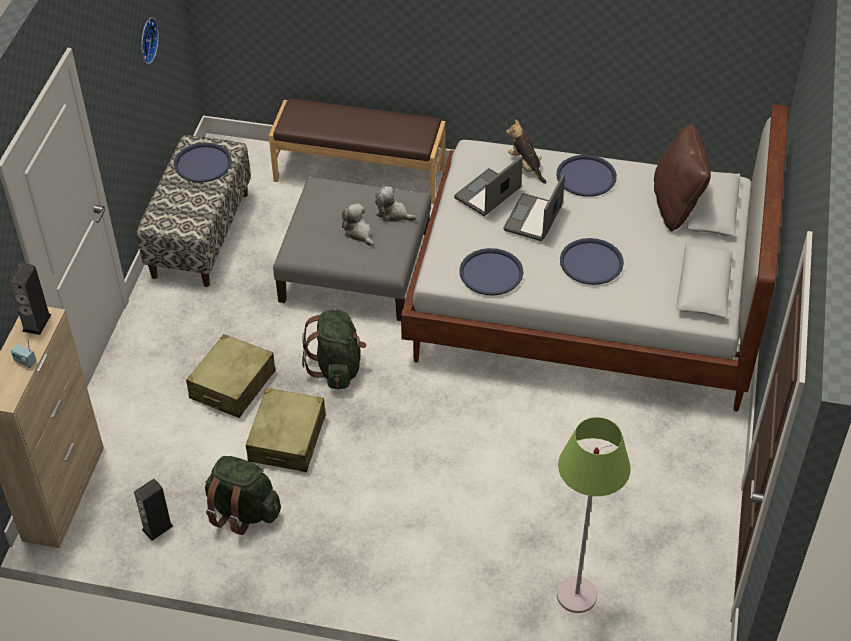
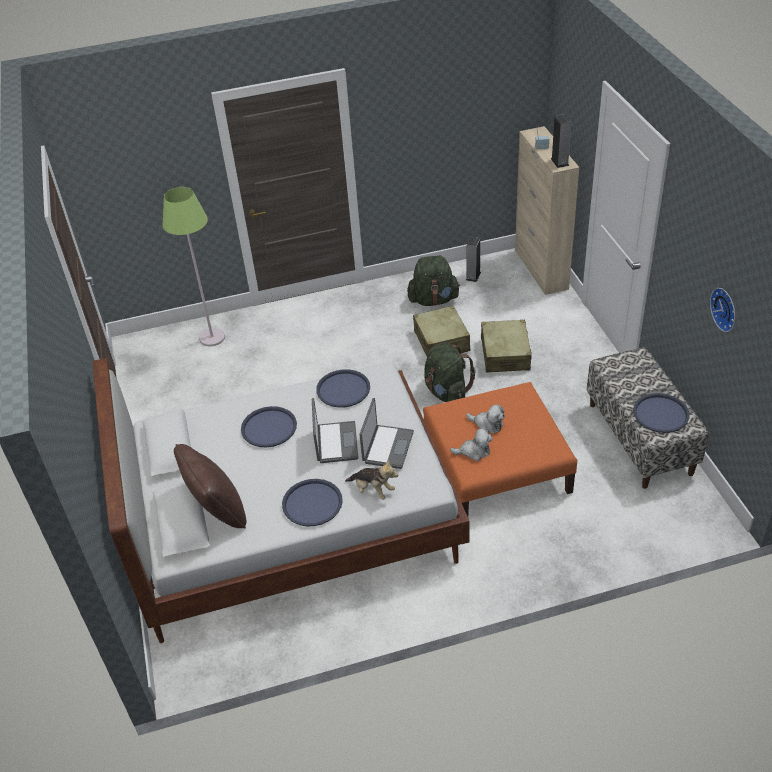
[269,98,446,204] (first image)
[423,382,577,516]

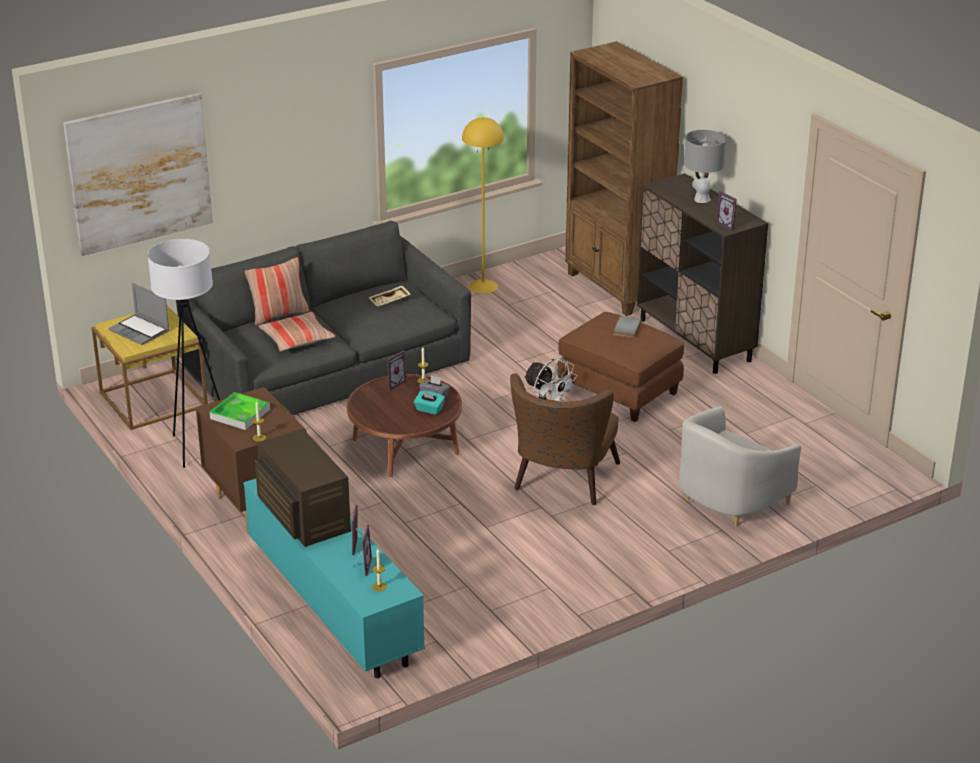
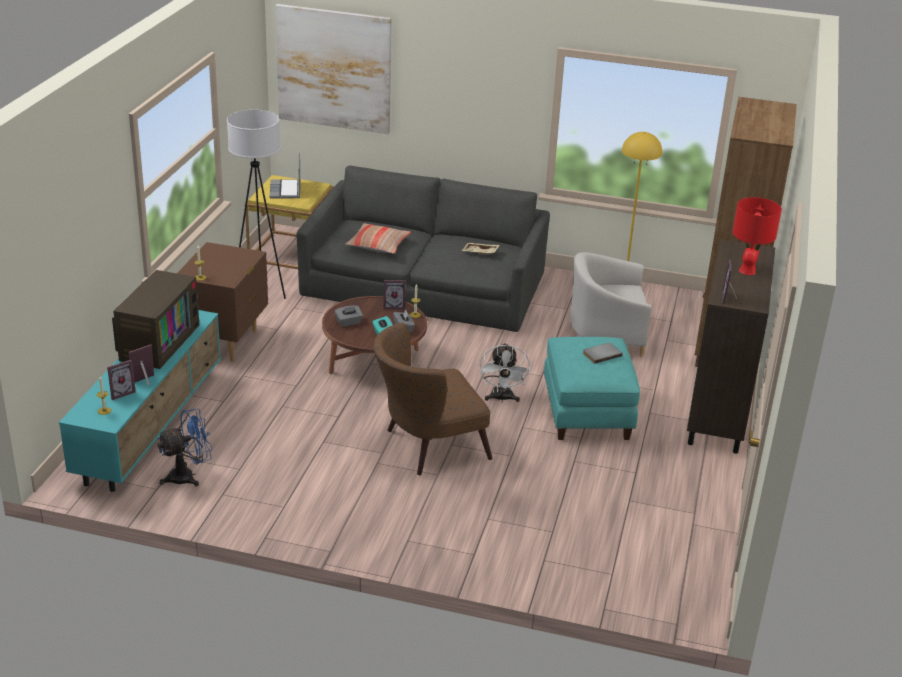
[209,392,270,430] (first image)
[245,257,309,325] (first image)
[544,337,640,440]
[570,252,652,357]
[733,197,782,275]
[157,409,212,486]
[335,305,363,327]

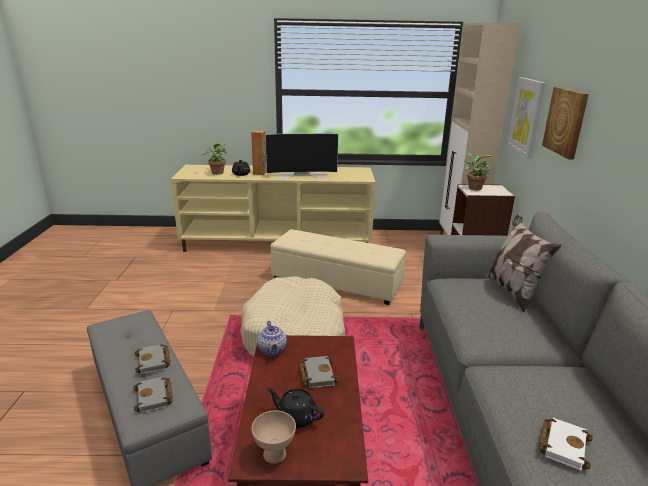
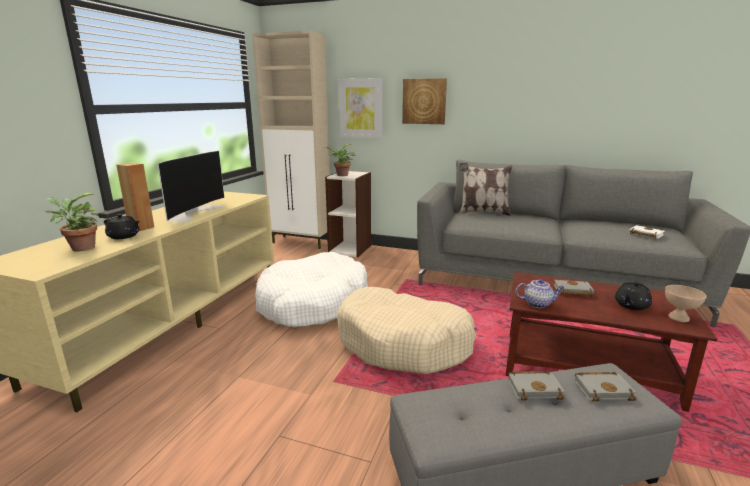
[255,252,368,327]

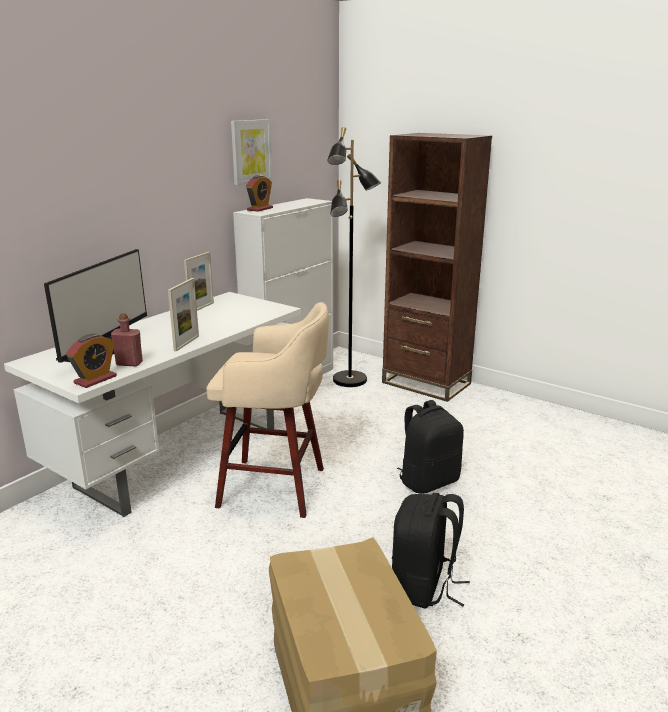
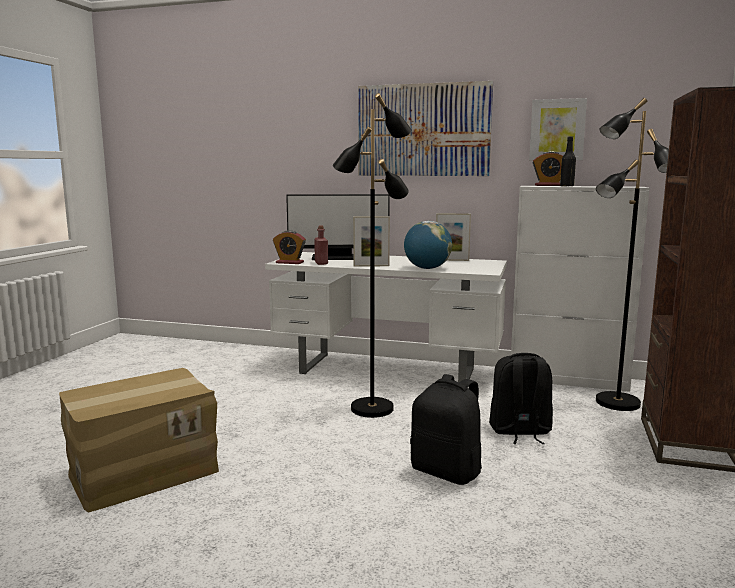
[333,93,412,418]
[489,353,553,444]
[358,81,493,176]
[404,221,452,269]
[560,136,576,186]

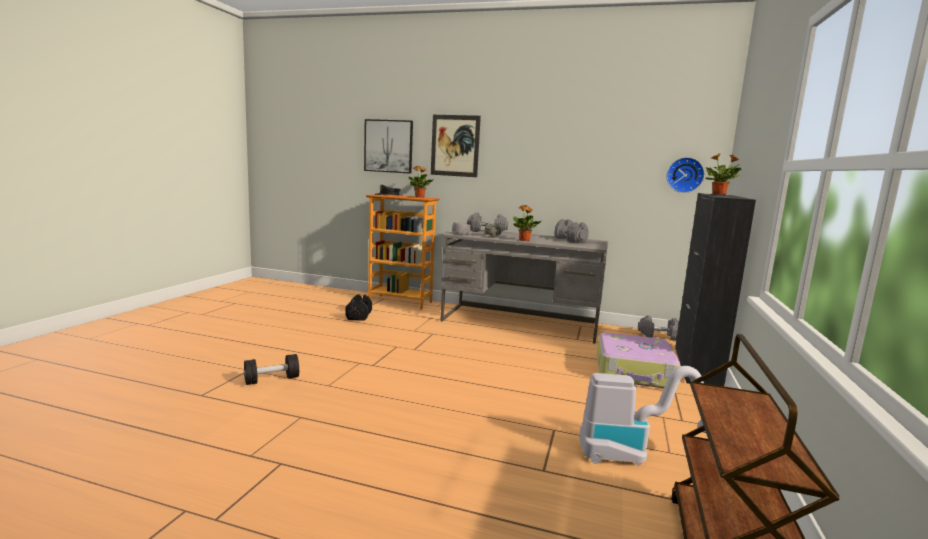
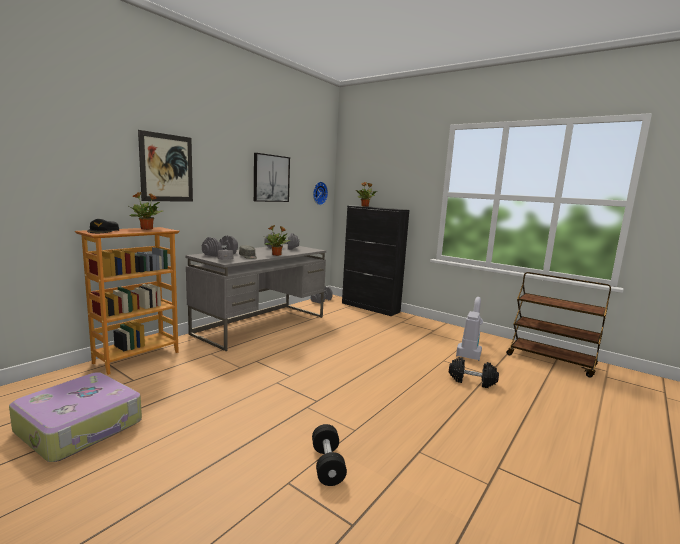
[449,357,499,388]
[254,153,290,202]
[9,372,142,462]

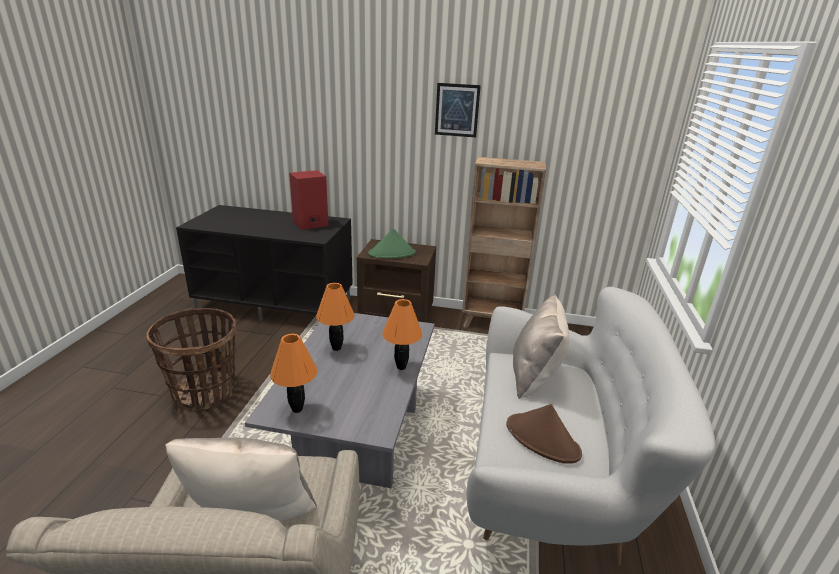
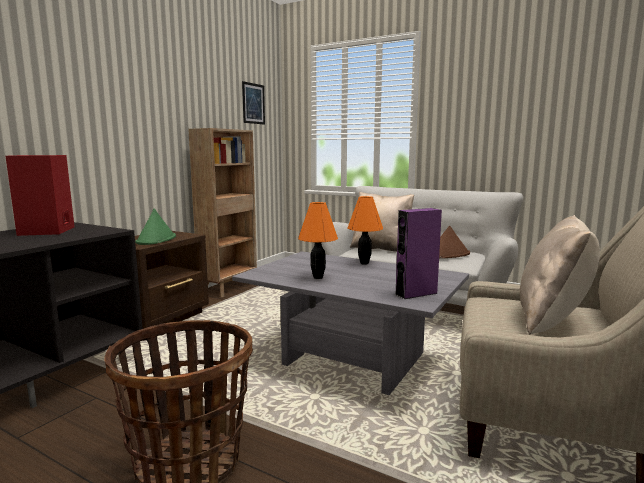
[395,208,442,299]
[242,81,265,124]

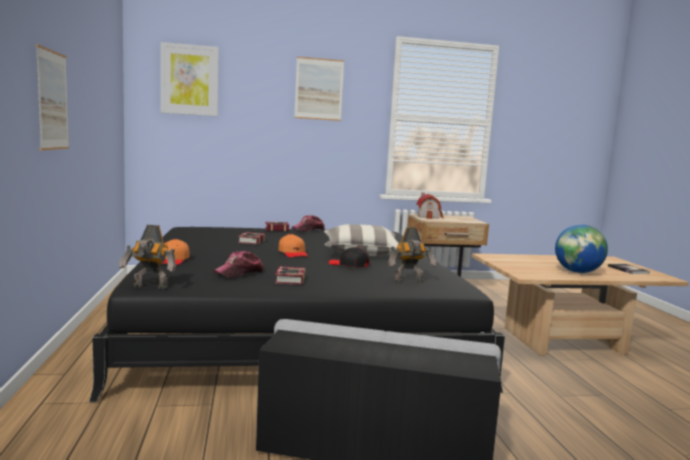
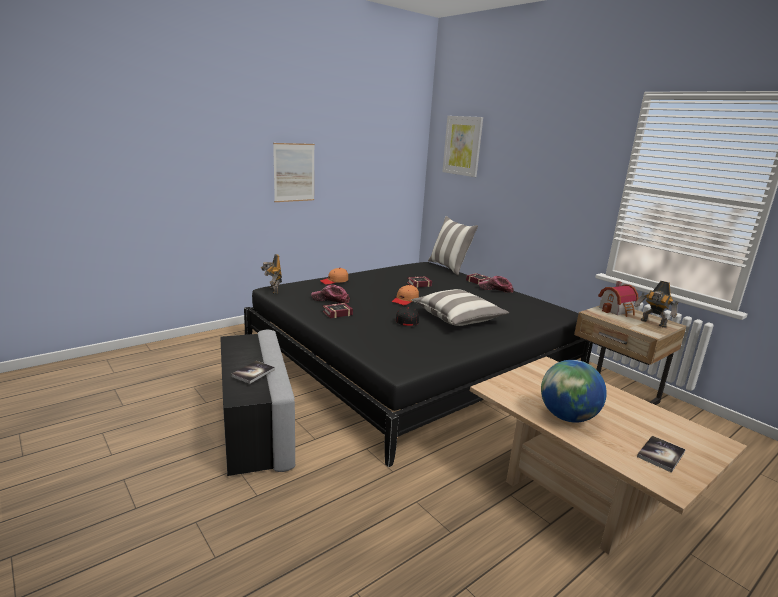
[294,57,344,121] (first image)
[635,281,679,328]
[231,361,275,384]
[428,216,478,275]

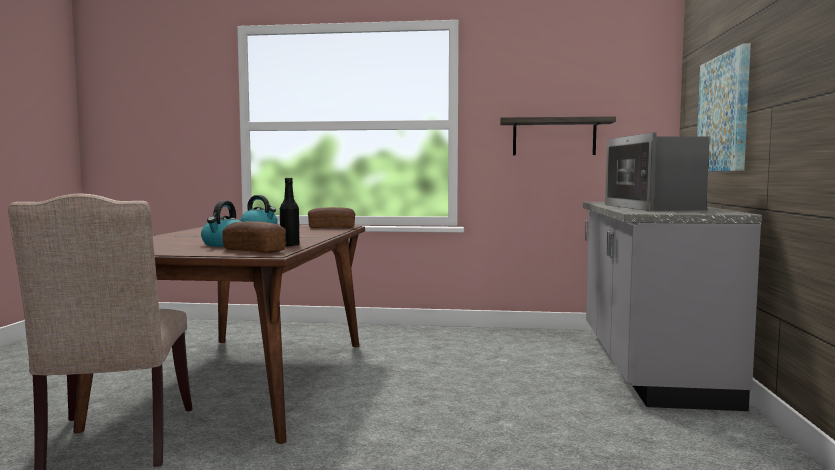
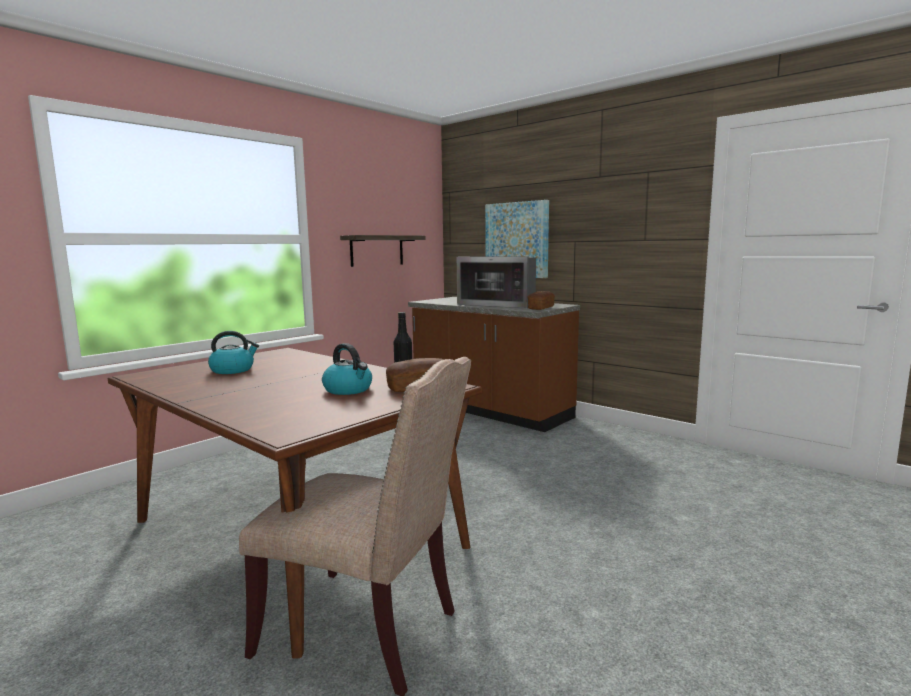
[527,291,555,310]
[408,297,580,432]

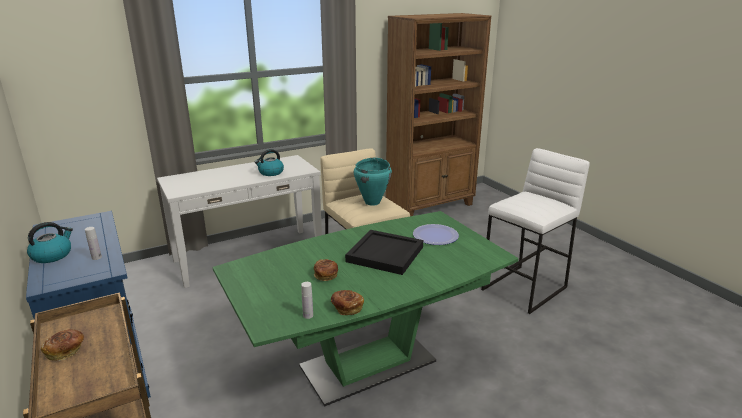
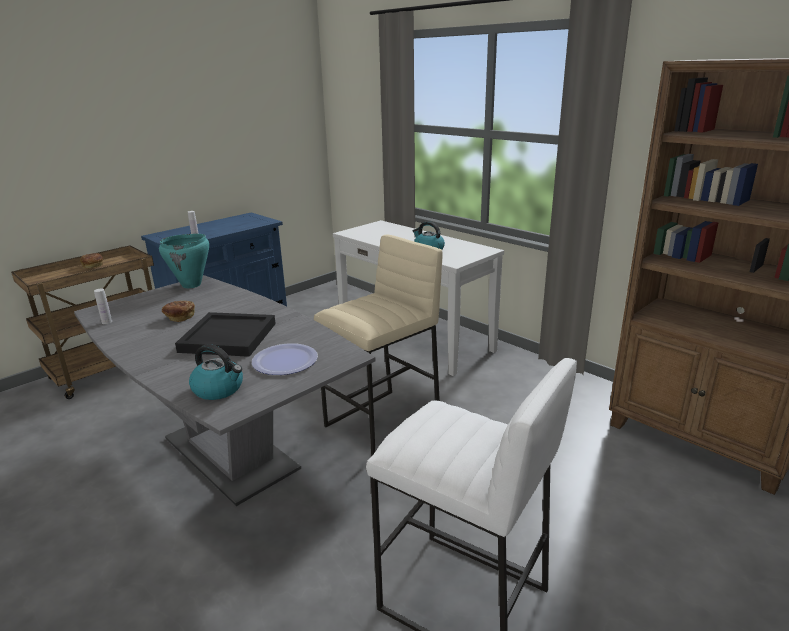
[189,344,243,400]
[74,275,376,506]
[331,290,364,315] (first image)
[159,234,209,288]

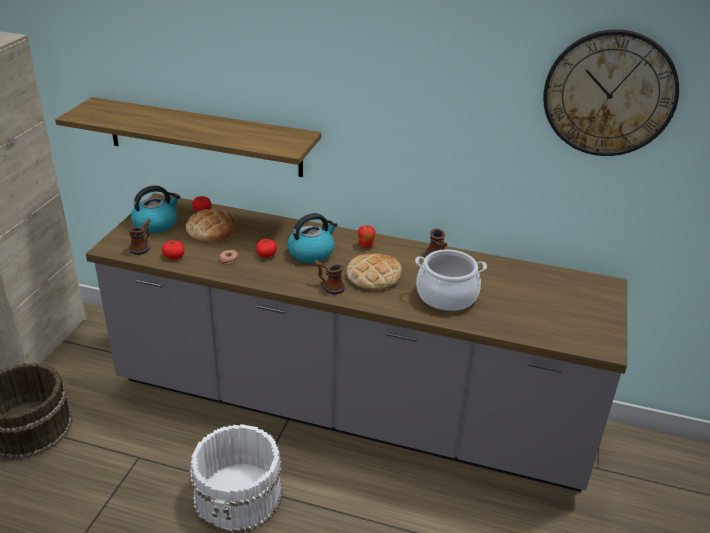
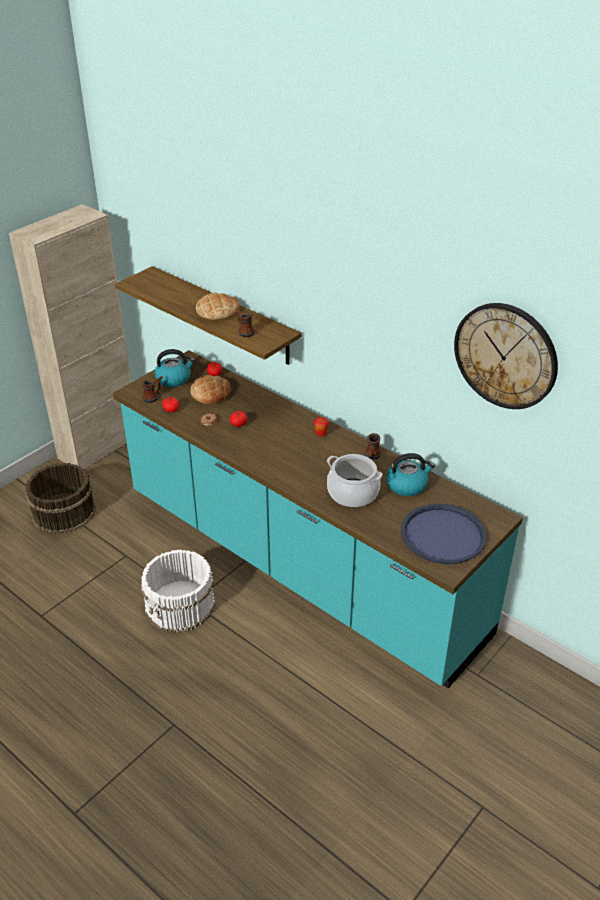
[113,350,523,688]
[386,453,435,496]
[235,308,255,337]
[196,293,240,320]
[401,504,487,564]

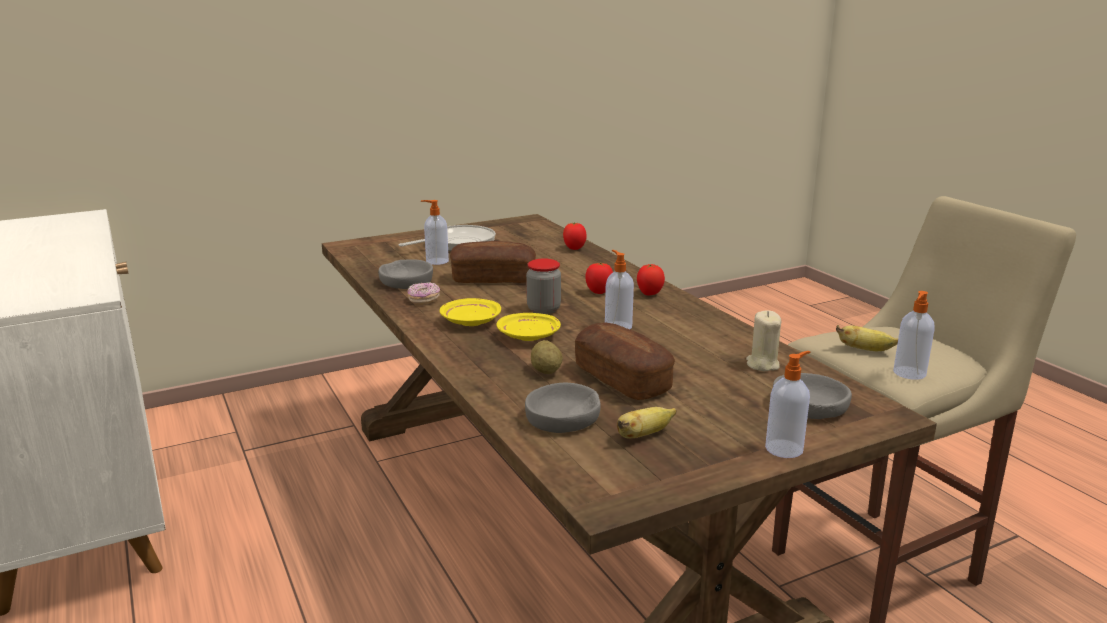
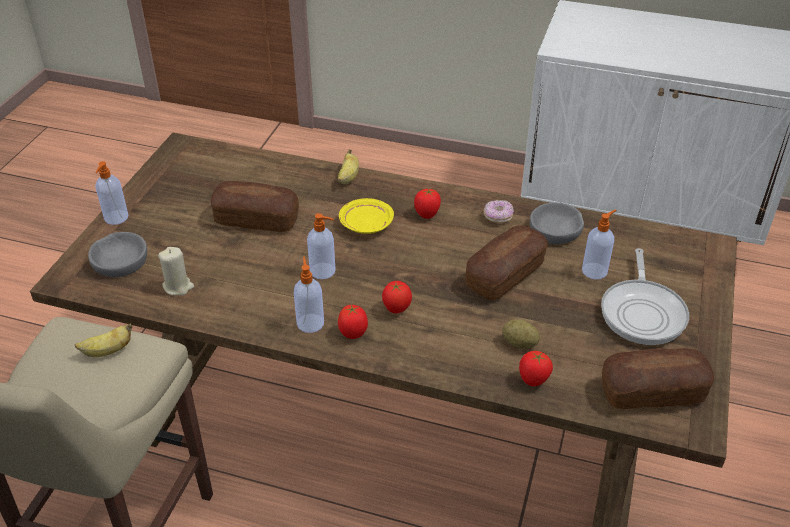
[414,189,441,219]
[525,383,601,433] (first image)
[526,258,561,314] (first image)
[502,320,540,348]
[338,149,359,184]
[294,257,324,333]
[602,348,714,409]

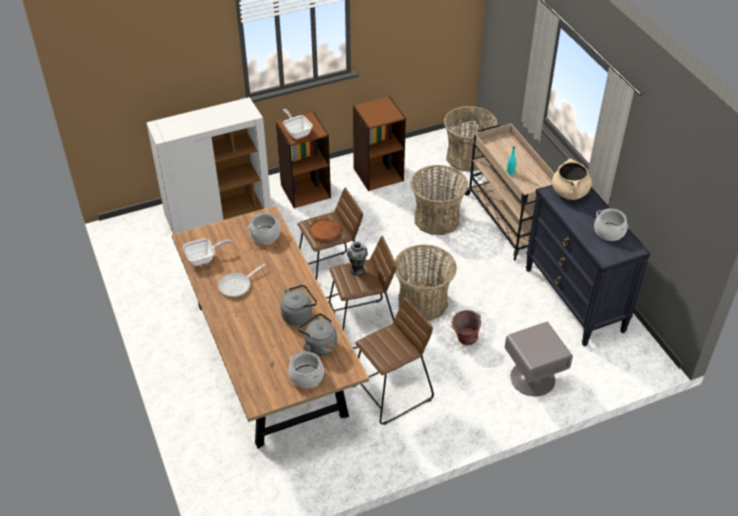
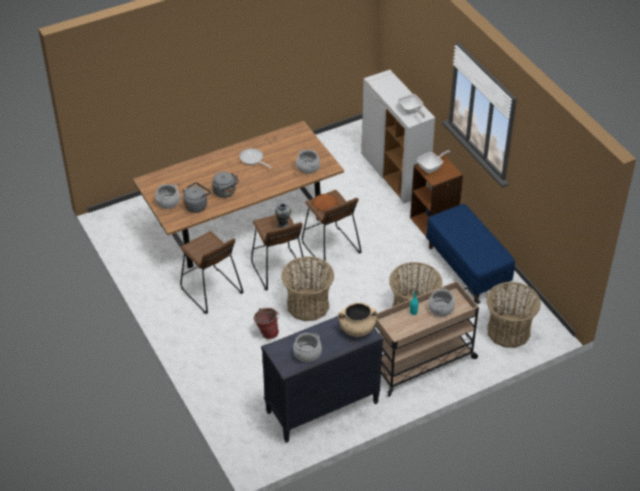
[398,94,425,118]
[426,204,515,303]
[505,322,573,396] (first image)
[428,288,455,317]

